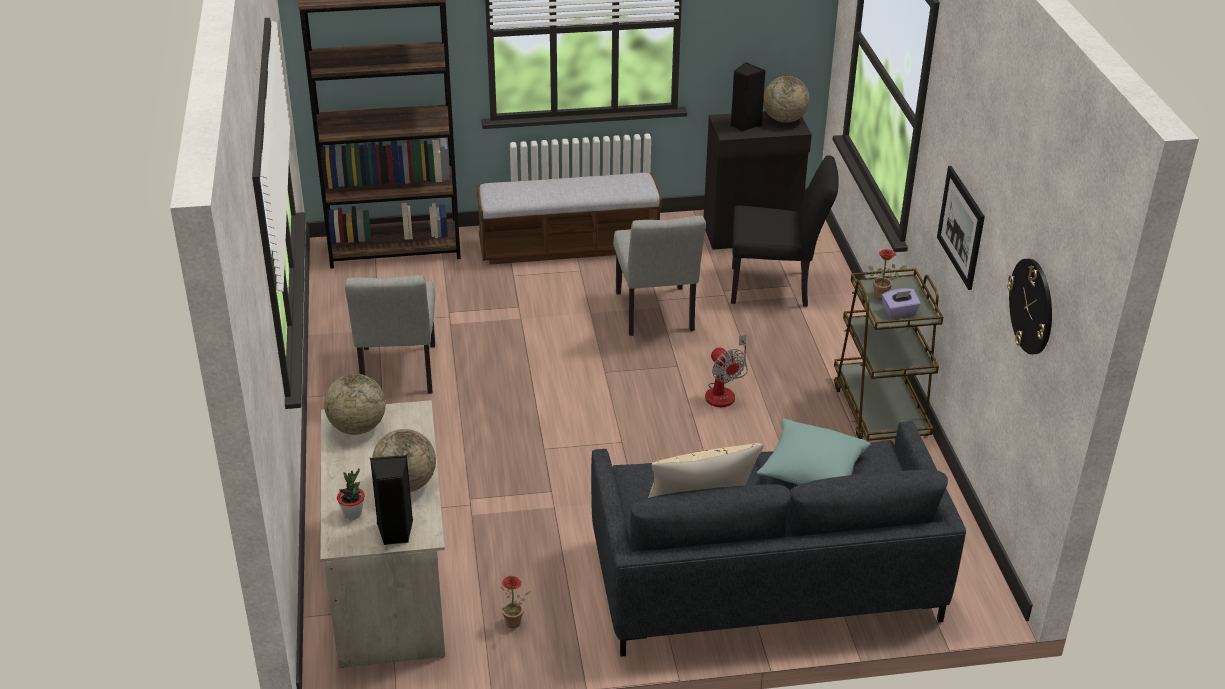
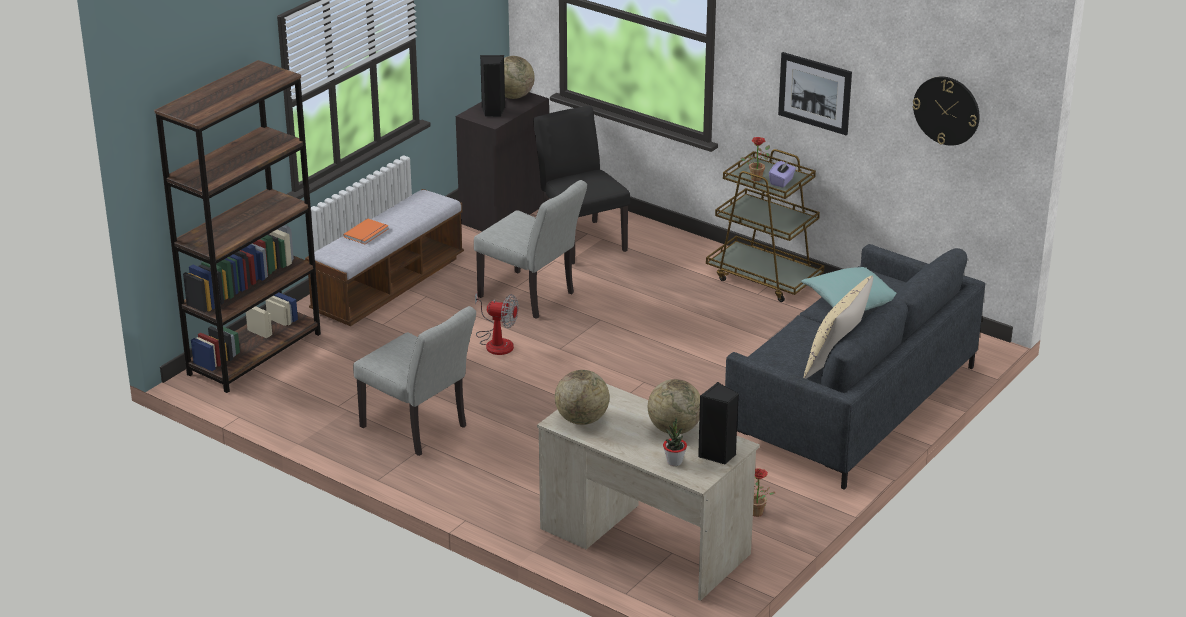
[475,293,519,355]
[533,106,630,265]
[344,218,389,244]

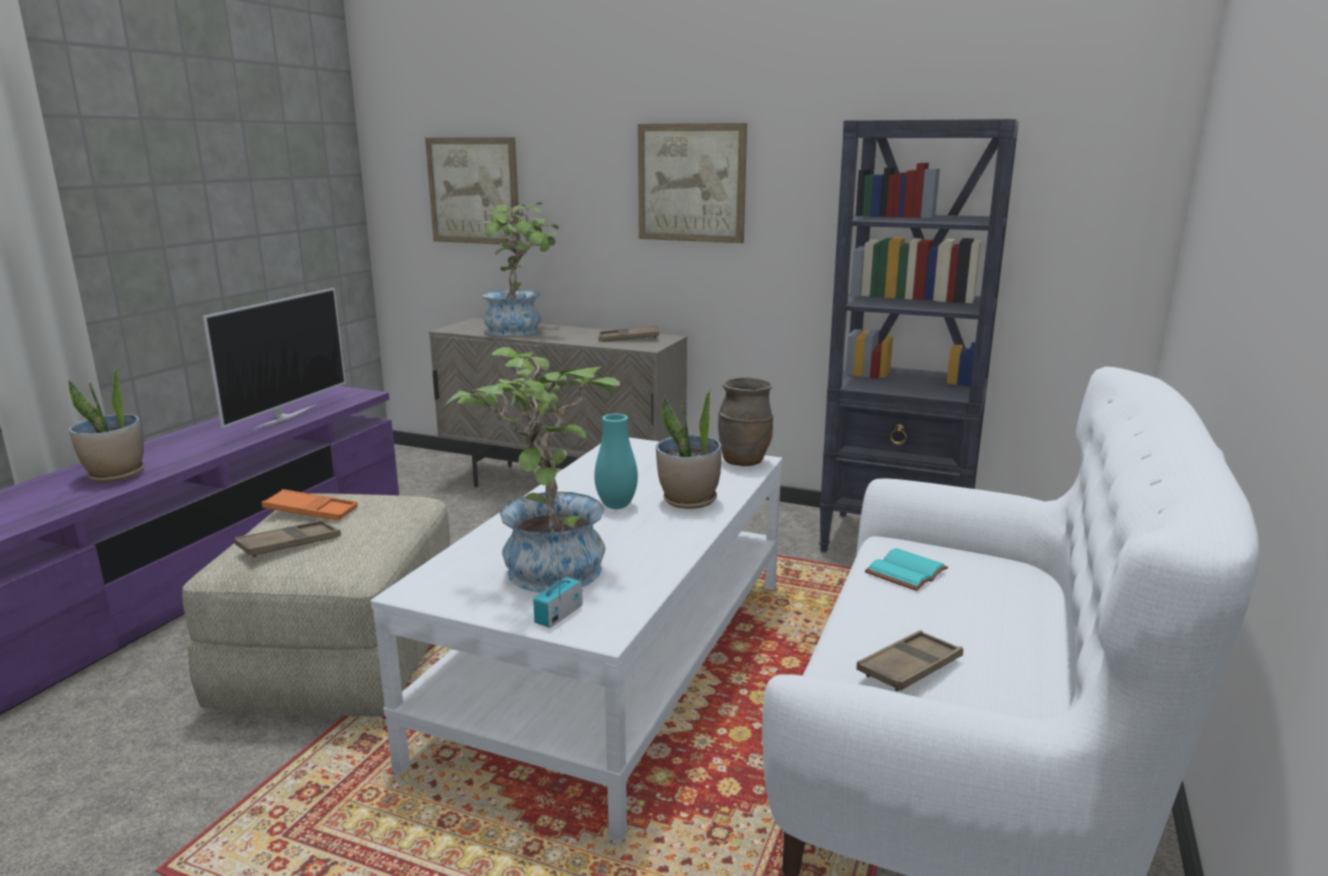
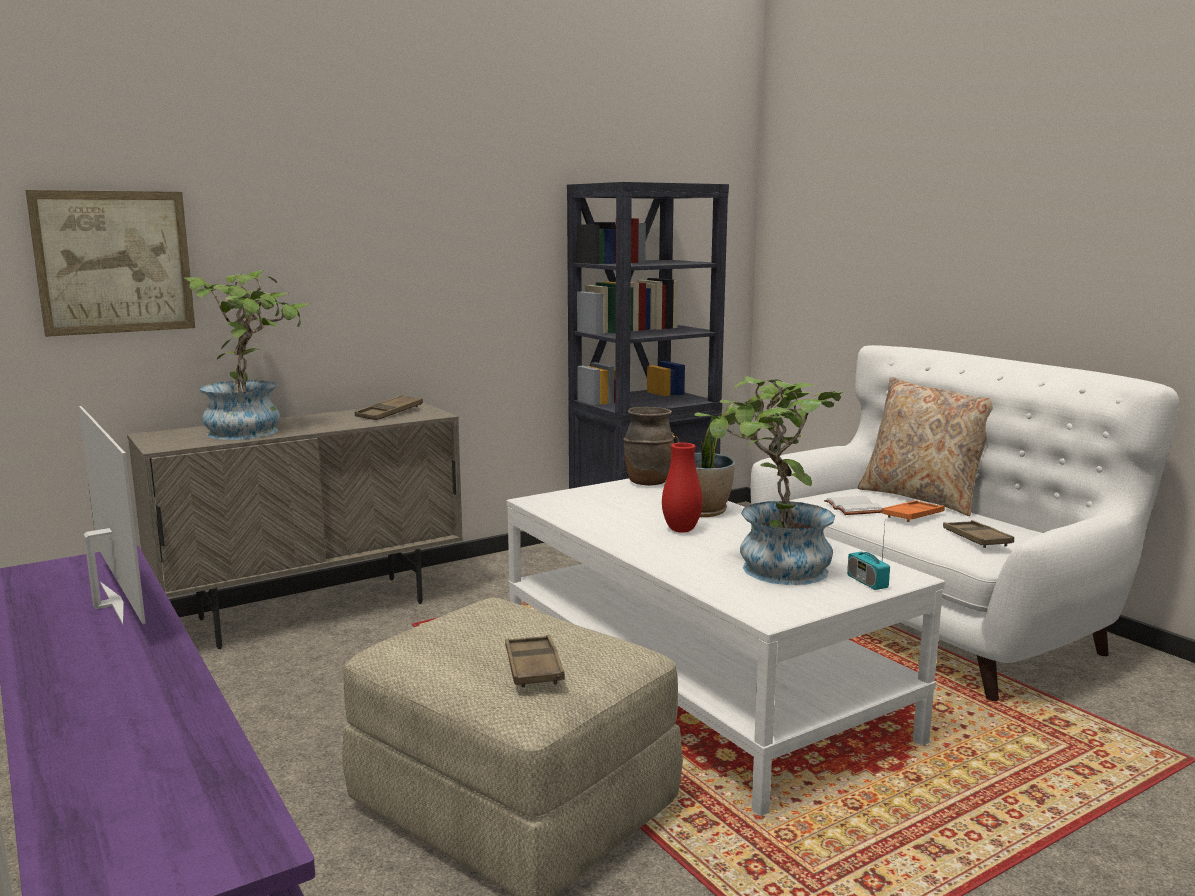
[68,366,145,482] (first image)
[882,500,945,522]
[662,442,703,533]
[638,123,747,243] (first image)
[824,496,882,515]
[858,377,993,516]

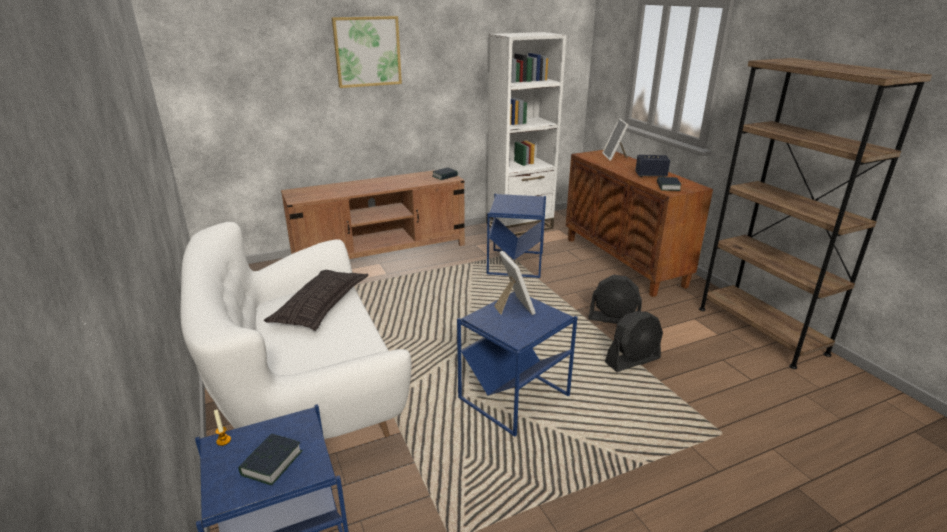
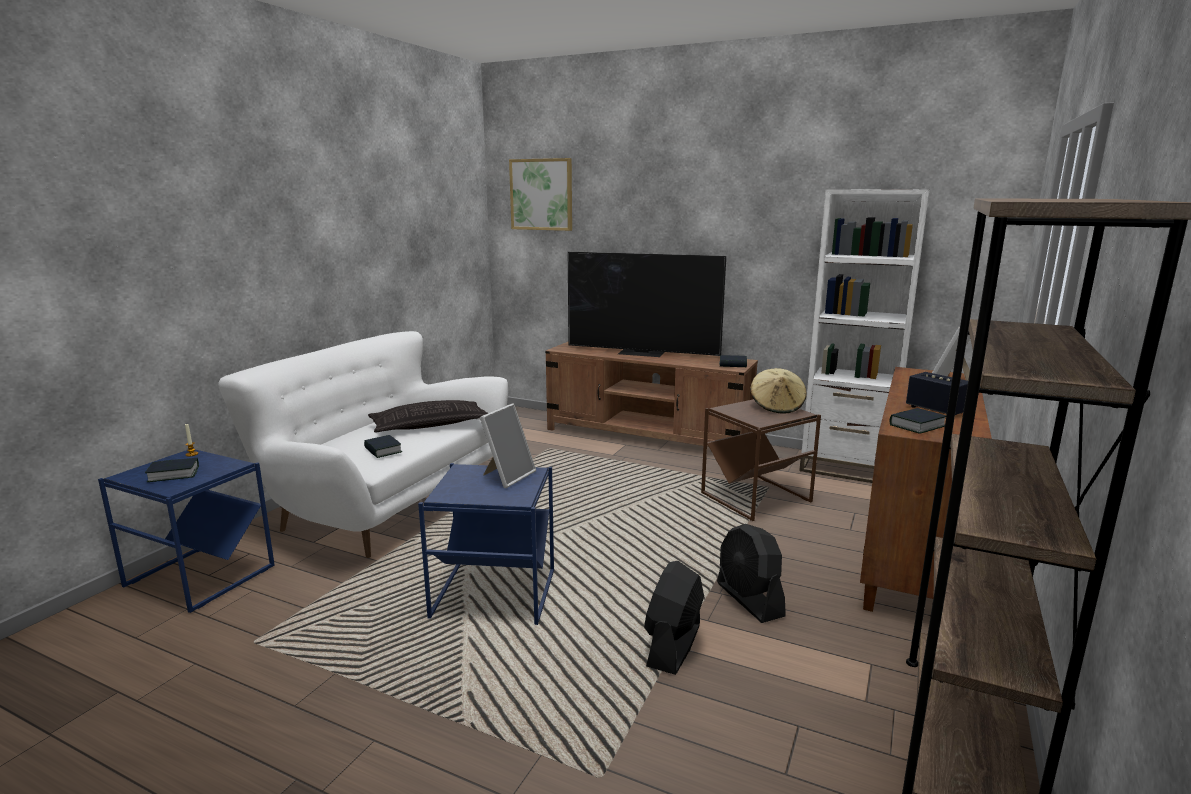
[509,158,572,231]
[701,399,821,521]
[644,561,704,675]
[364,435,402,458]
[568,252,726,357]
[750,368,807,413]

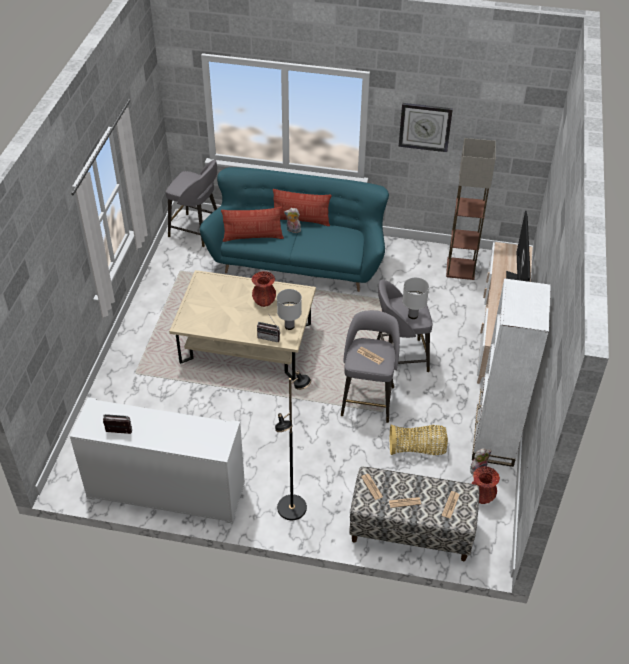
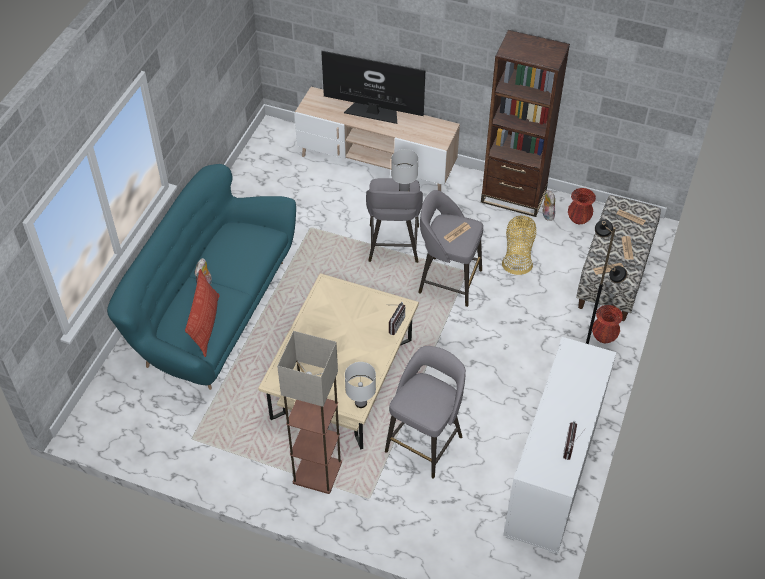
[385,346,466,479]
[592,305,623,344]
[273,189,332,226] (first image)
[345,362,376,408]
[399,103,453,152] (first image)
[277,331,342,494]
[481,30,570,217]

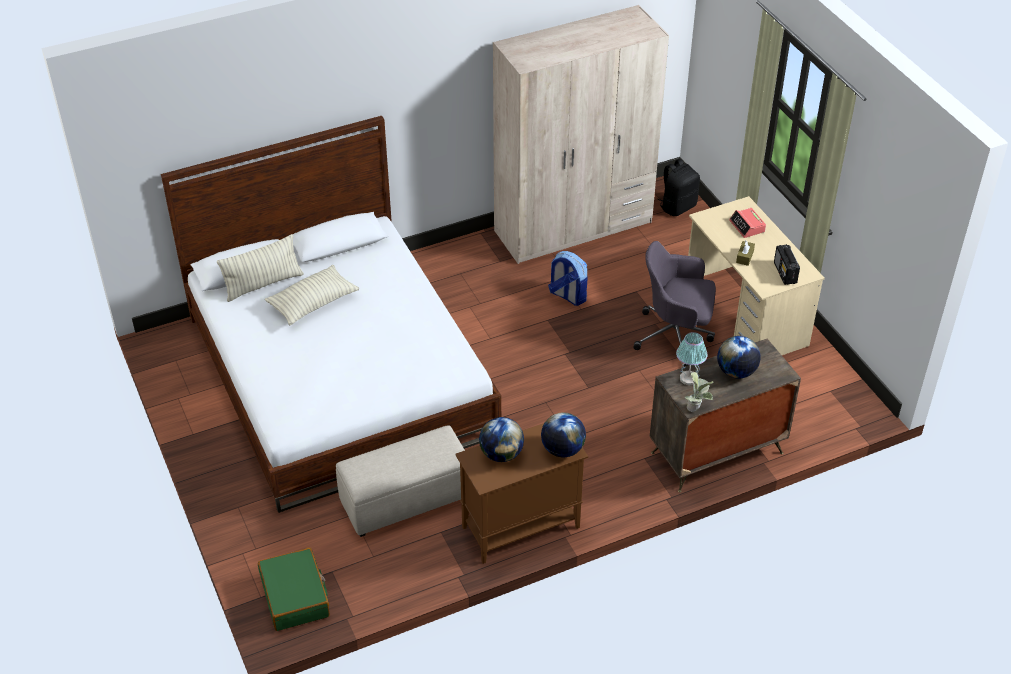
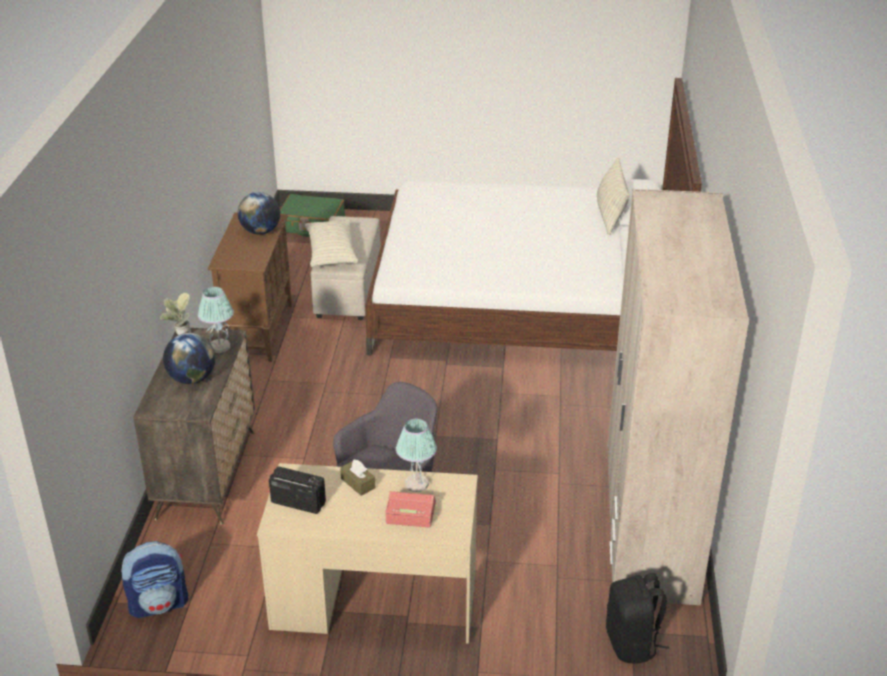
[305,220,358,267]
[541,412,586,457] (first image)
[121,541,188,618]
[396,419,437,492]

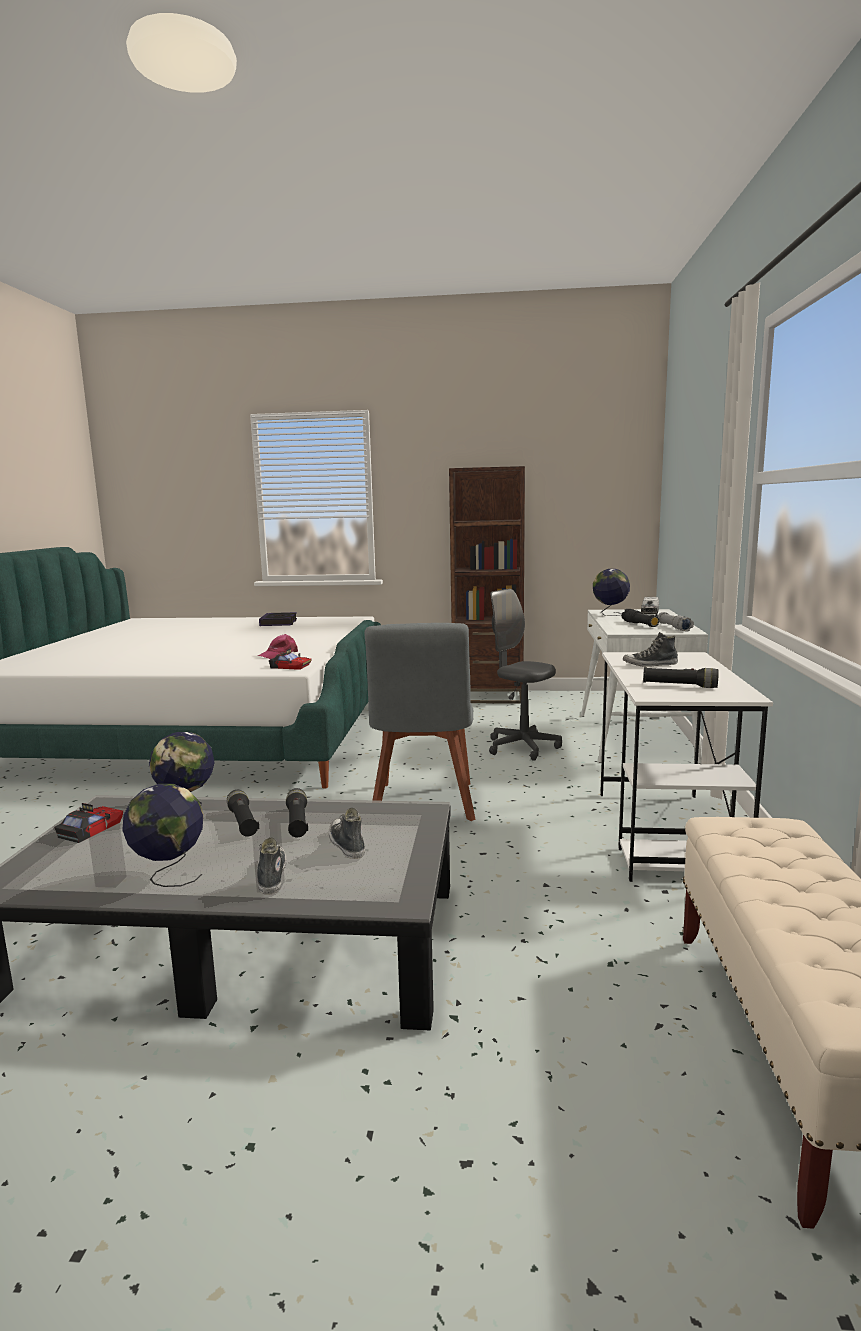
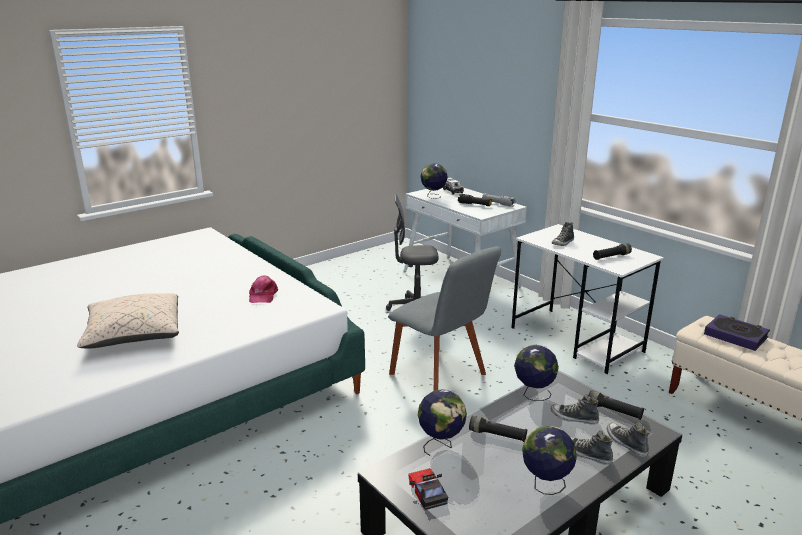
[704,314,770,351]
[269,648,312,670] (first image)
[588,390,644,420]
[449,466,525,704] (first image)
[77,293,179,349]
[514,345,559,401]
[607,422,649,457]

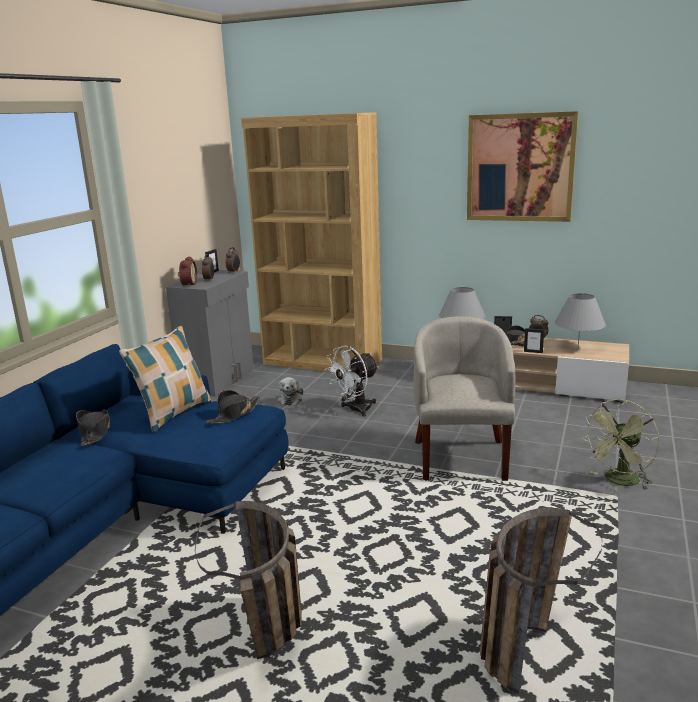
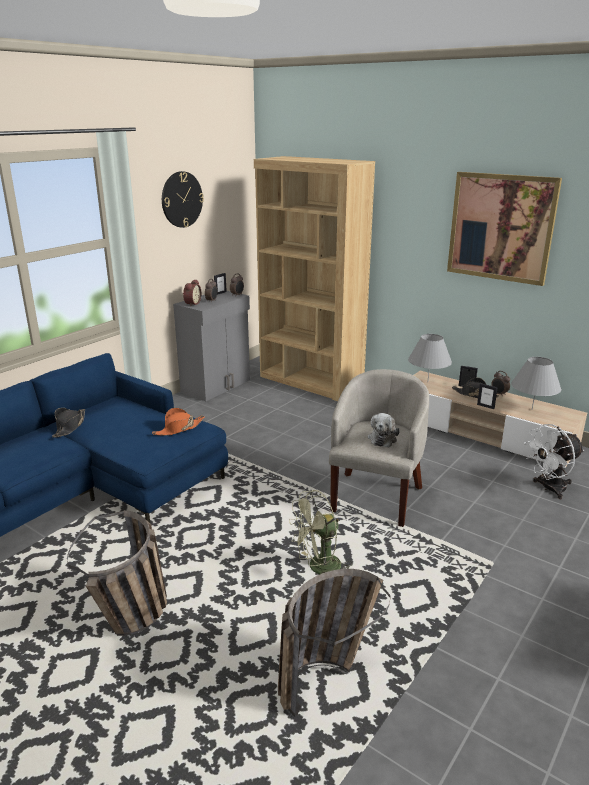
[119,326,211,433] (first image)
[152,408,205,436]
[368,413,400,447]
[524,424,584,499]
[289,490,352,574]
[162,171,204,228]

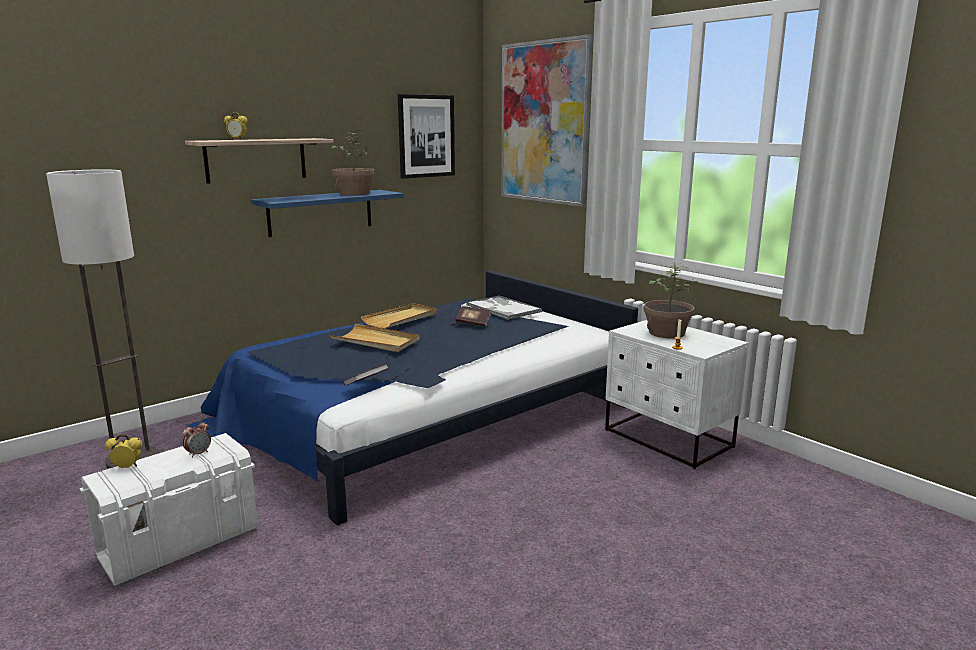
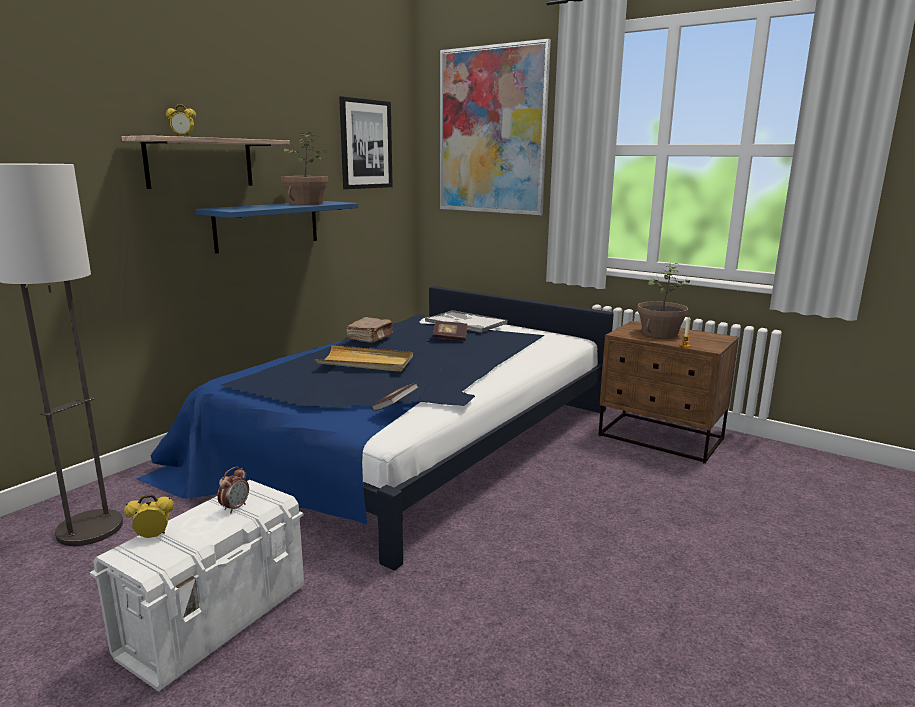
[346,317,393,343]
[598,321,739,464]

